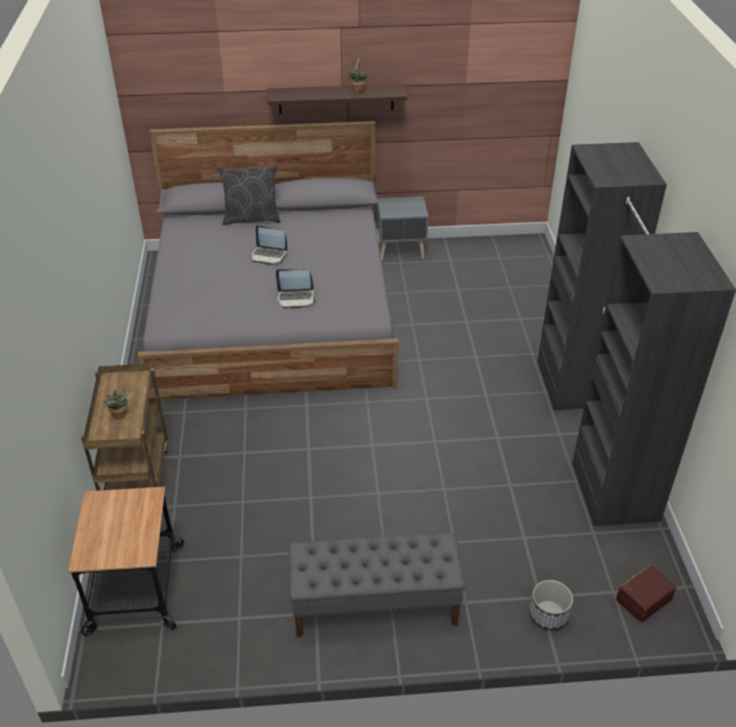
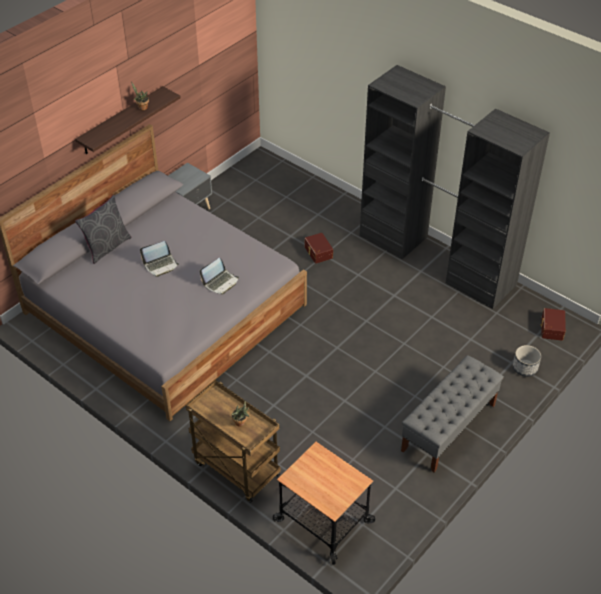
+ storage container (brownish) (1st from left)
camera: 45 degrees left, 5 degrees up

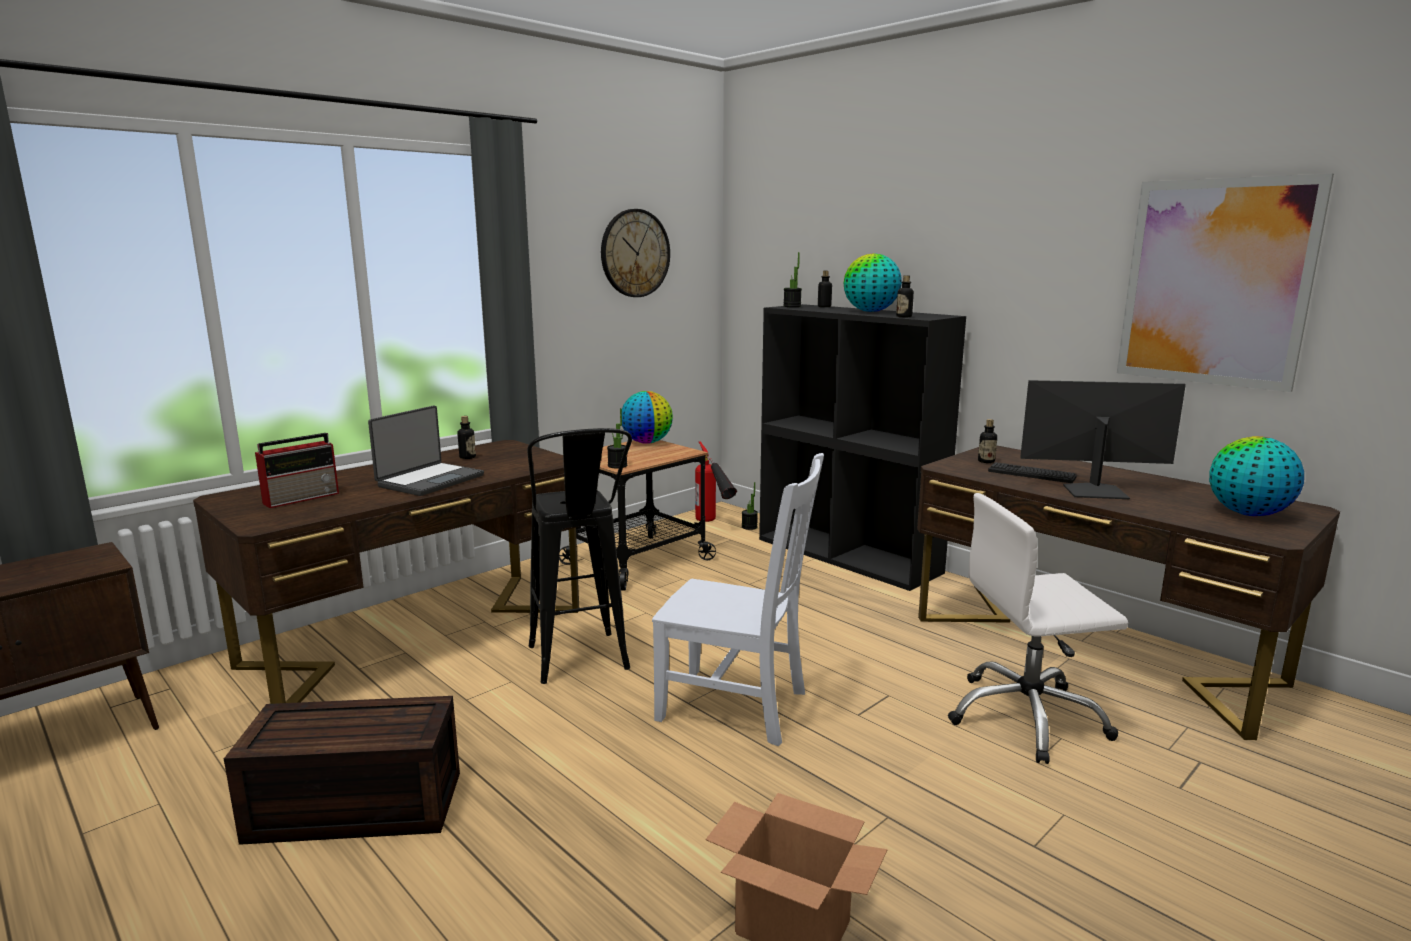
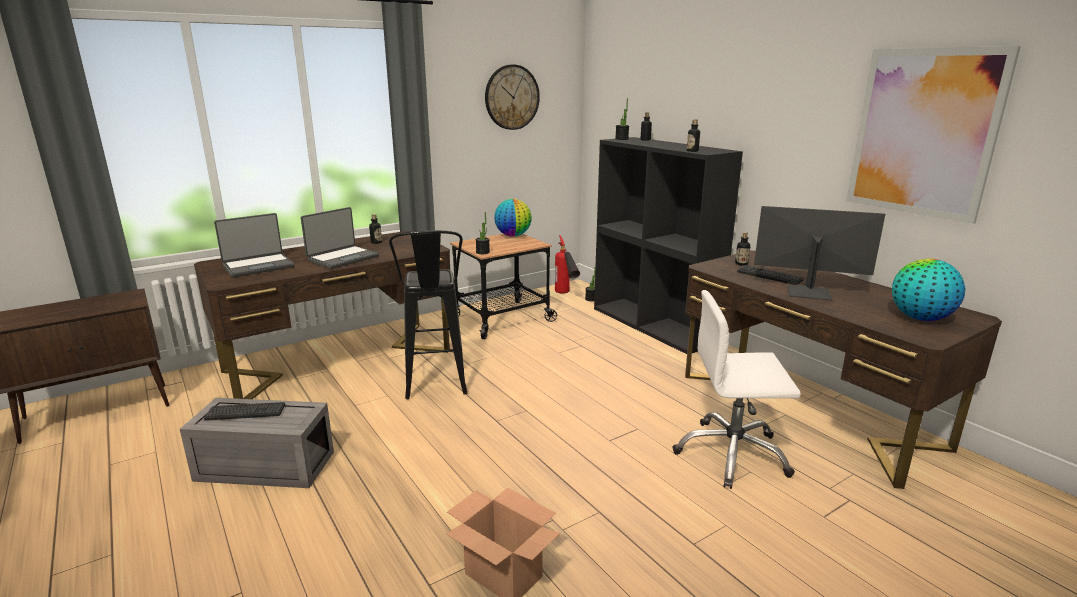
- chair (white-coloured)
- world globe (2nd from left)
+ keyboard (1st from left)
~ radio to laptop (1st from left)
~ storage container (brownish) to storage container (grey)
camera: 10 degrees right, 5 degrees up

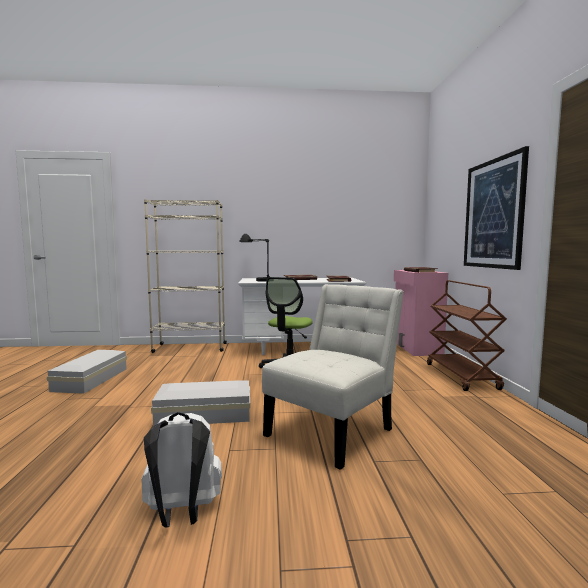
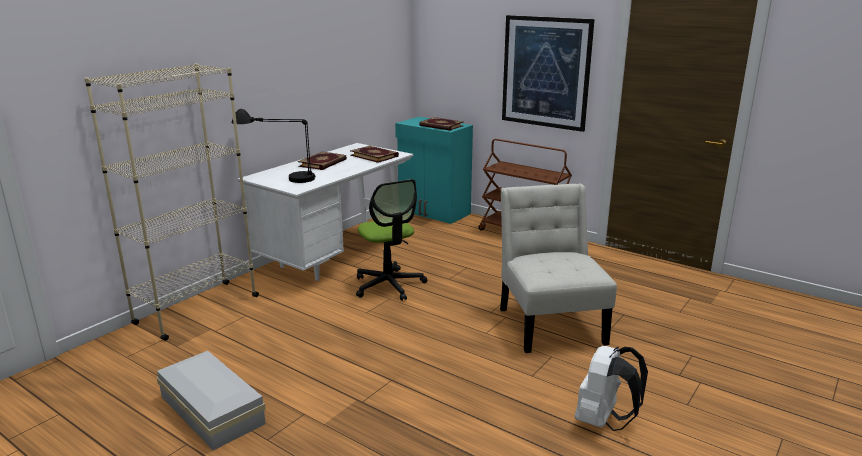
- storage container (white-coloured) (2nd from left)
~ cabinet (pinkish) to cabinet (turquoise)
camera: 50 degrees left, 15 degrees up

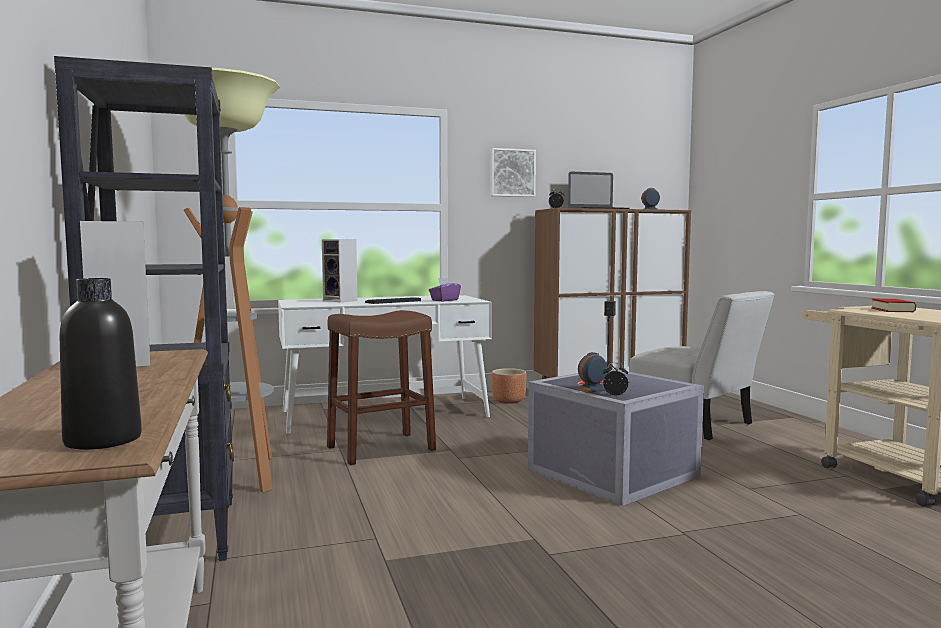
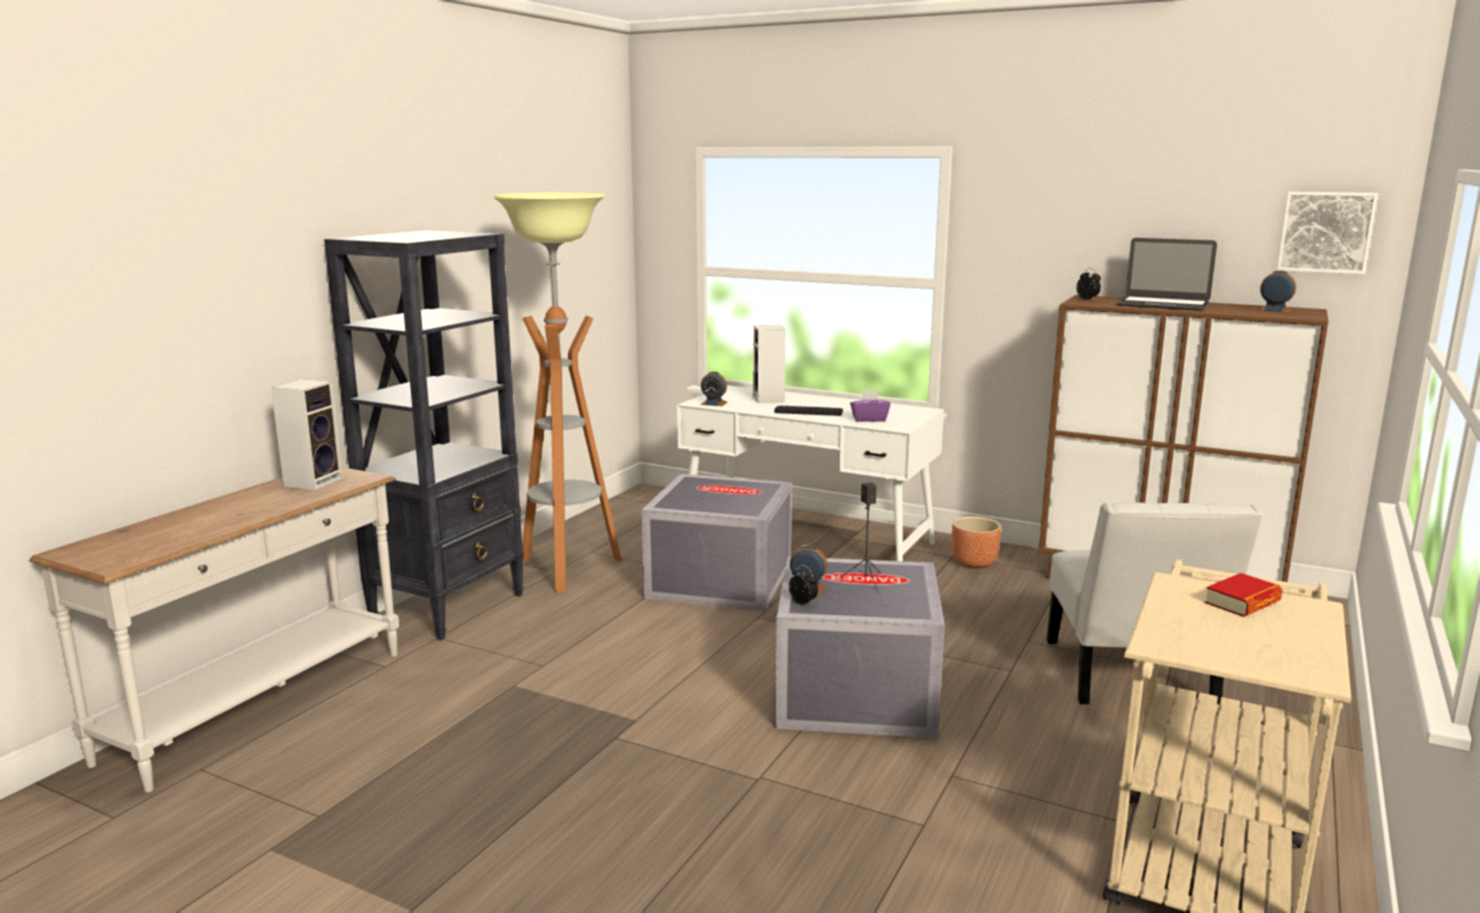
- bottle (black-coloured)
+ alarm clock (1st from left)
~ picture
~ stool seat (brownish) to storage container (grey) (1st from left)
camera: 45 degrees right, 10 degrees up

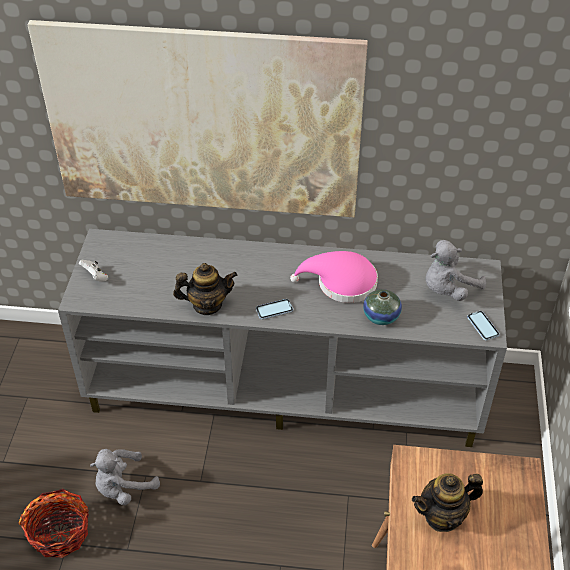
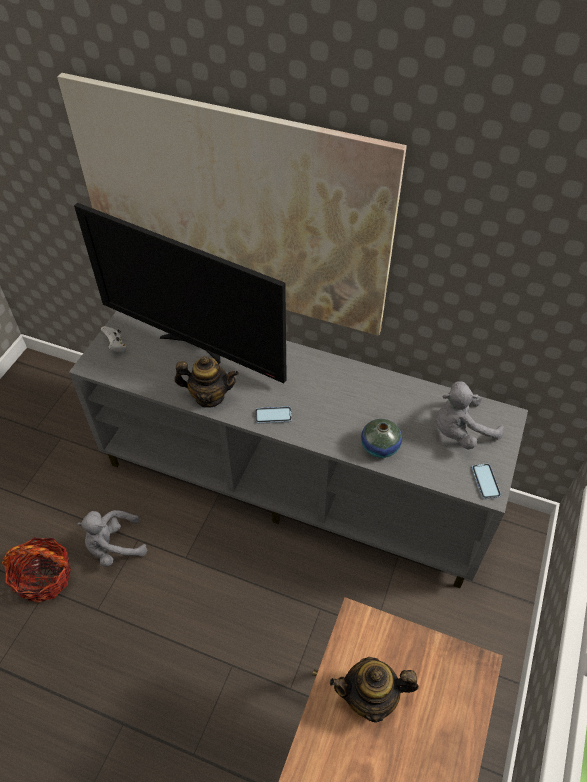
- hat (pinkish)
+ TV set
camera: 15 degrees right, 5 degrees up

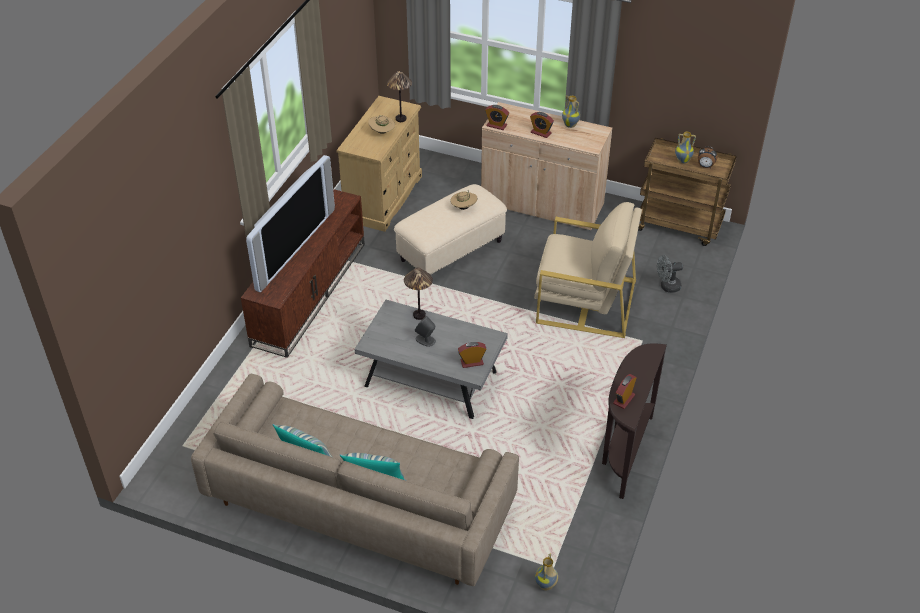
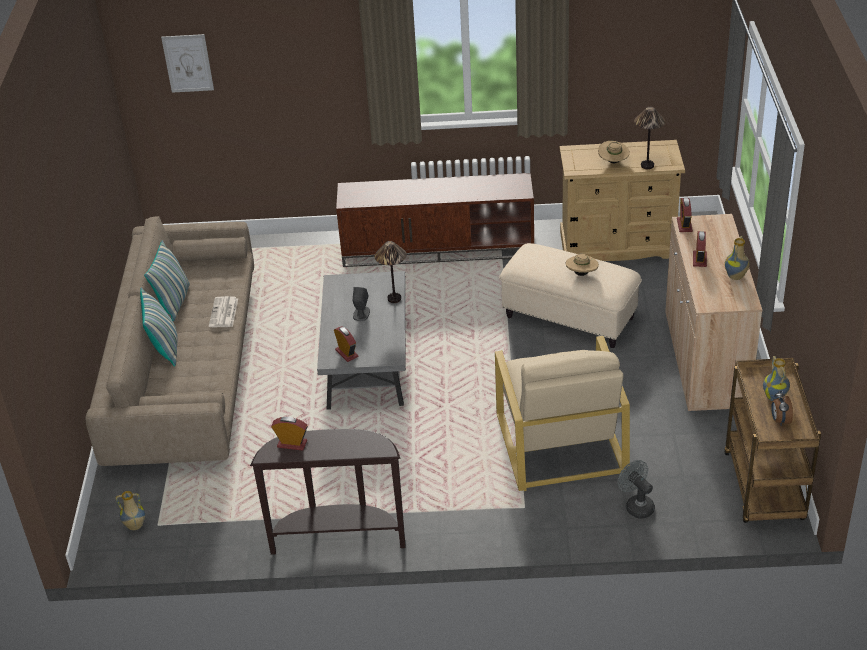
- TV set
+ picture
+ daily paper
camera: 70 degrees right, 5 degrees down

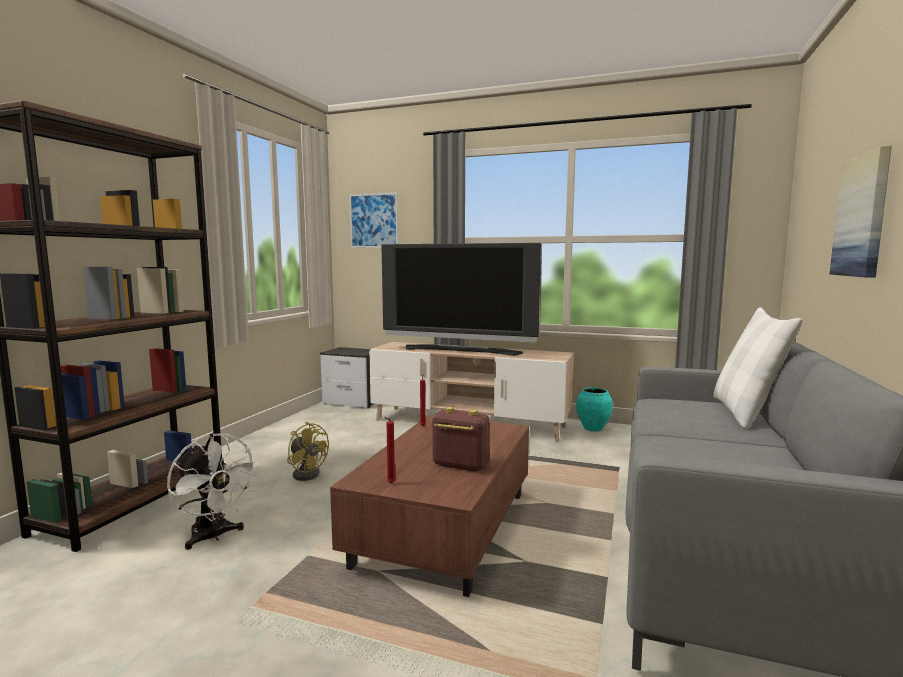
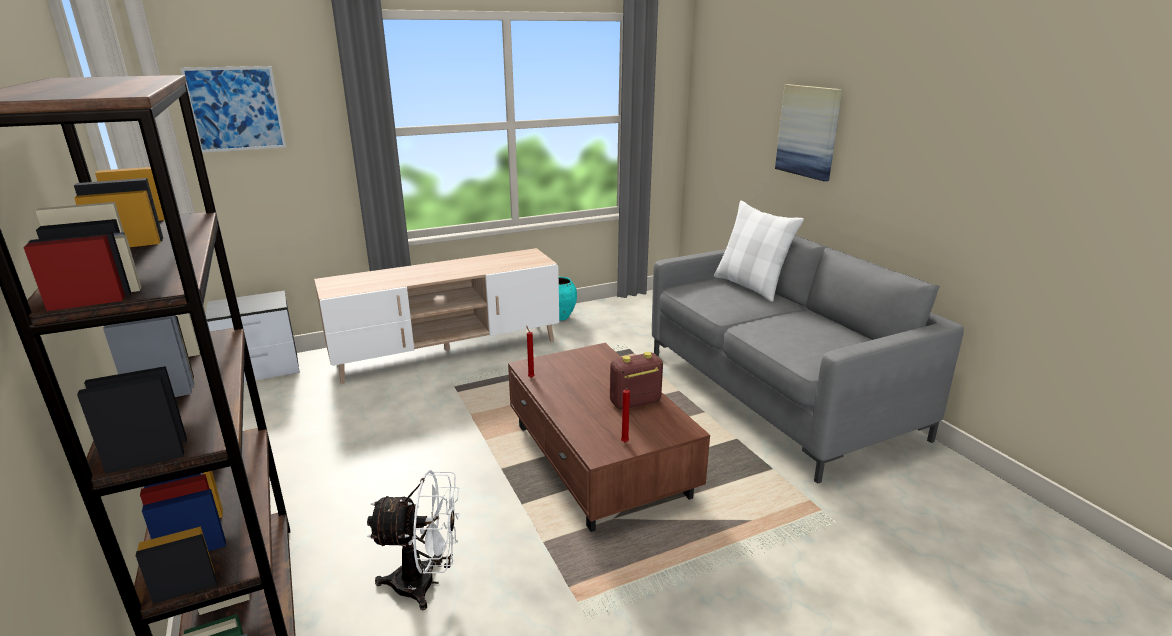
- electric fan (yellowish)
- TV set
camera: 45 degrees left, 15 degrees up

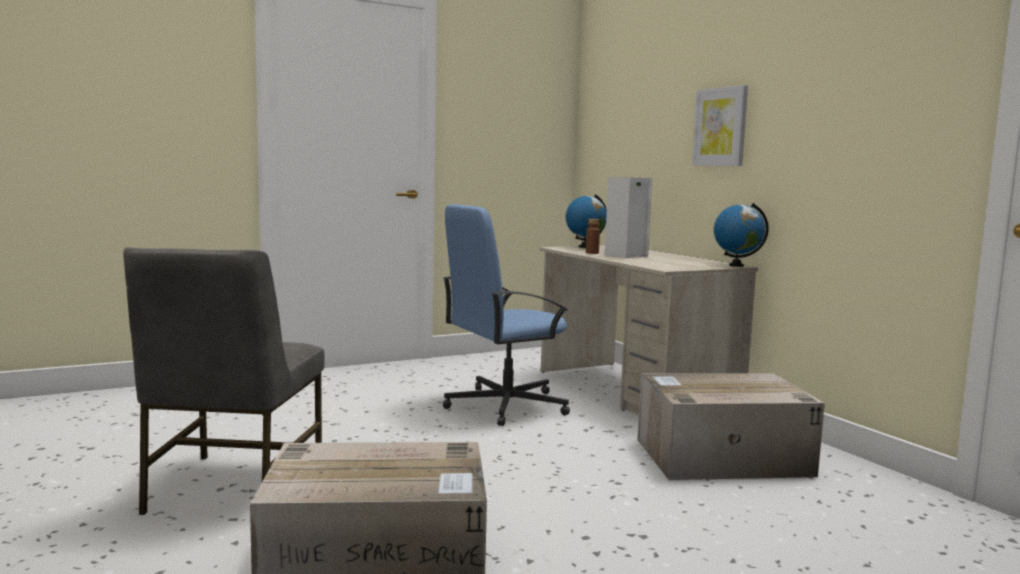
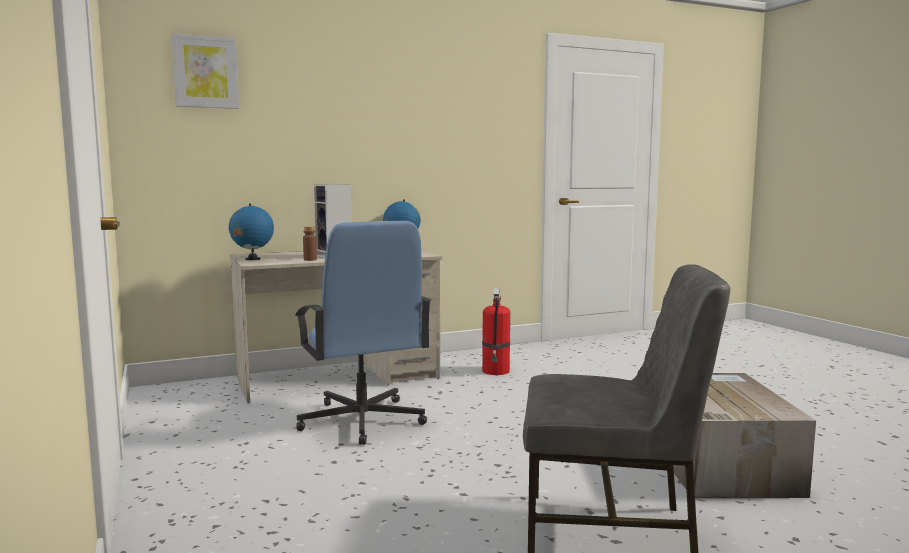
~ picture
~ cardboard box (2nd from left) to fire-fighting cylinder
camera: 85 degrees left, 0 degrees up

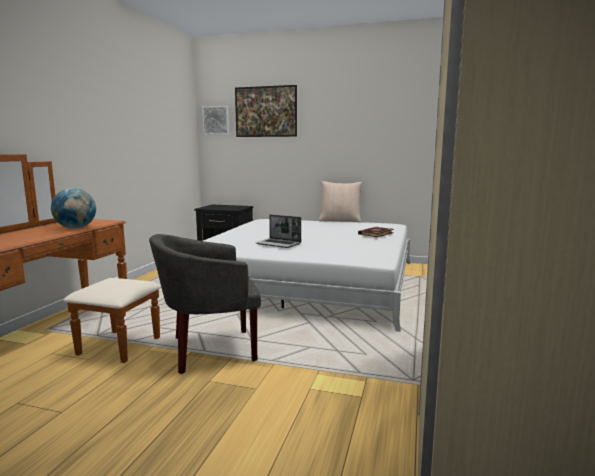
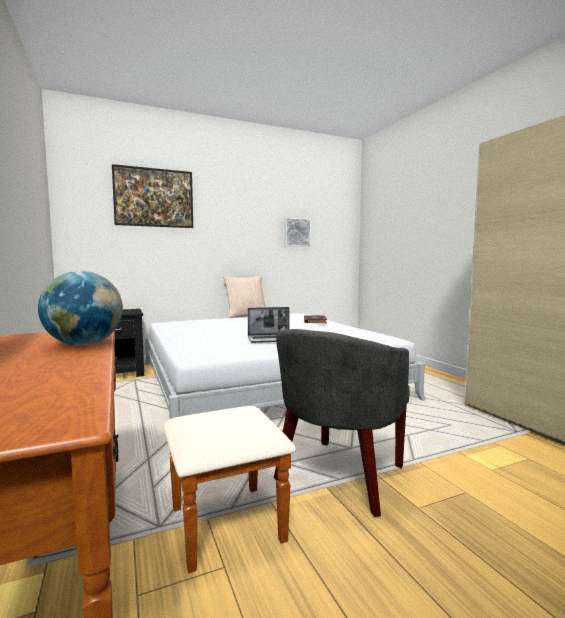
~ picture (1st from left in the first image) to picture (2nd from left)
camera: 40 degrees left, 5 degrees down

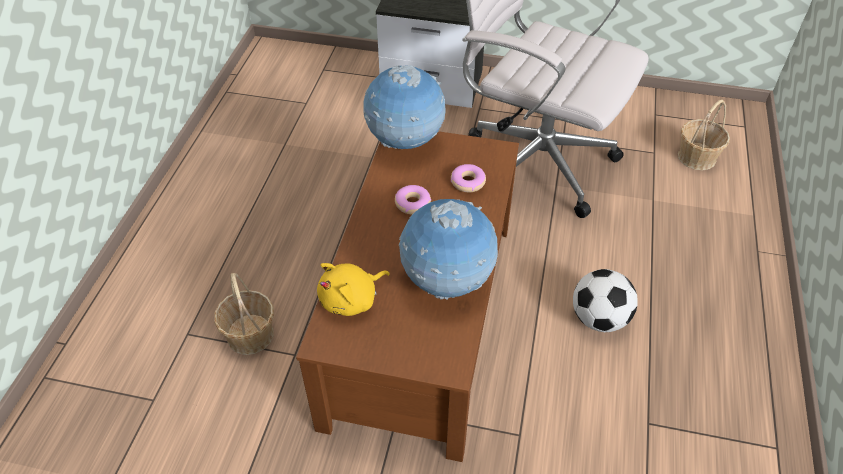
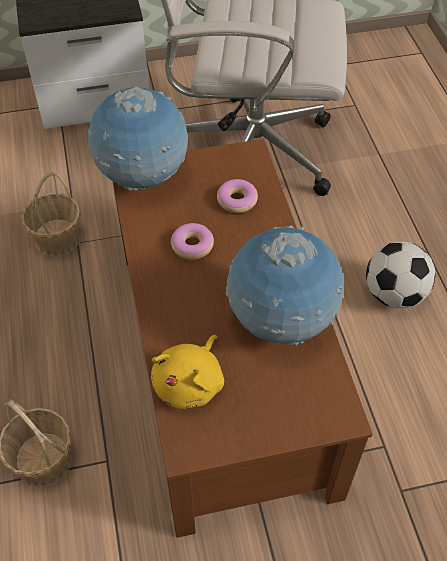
~ household basket (2nd from left)
camera: 25 degrees left, 5 degrees up

